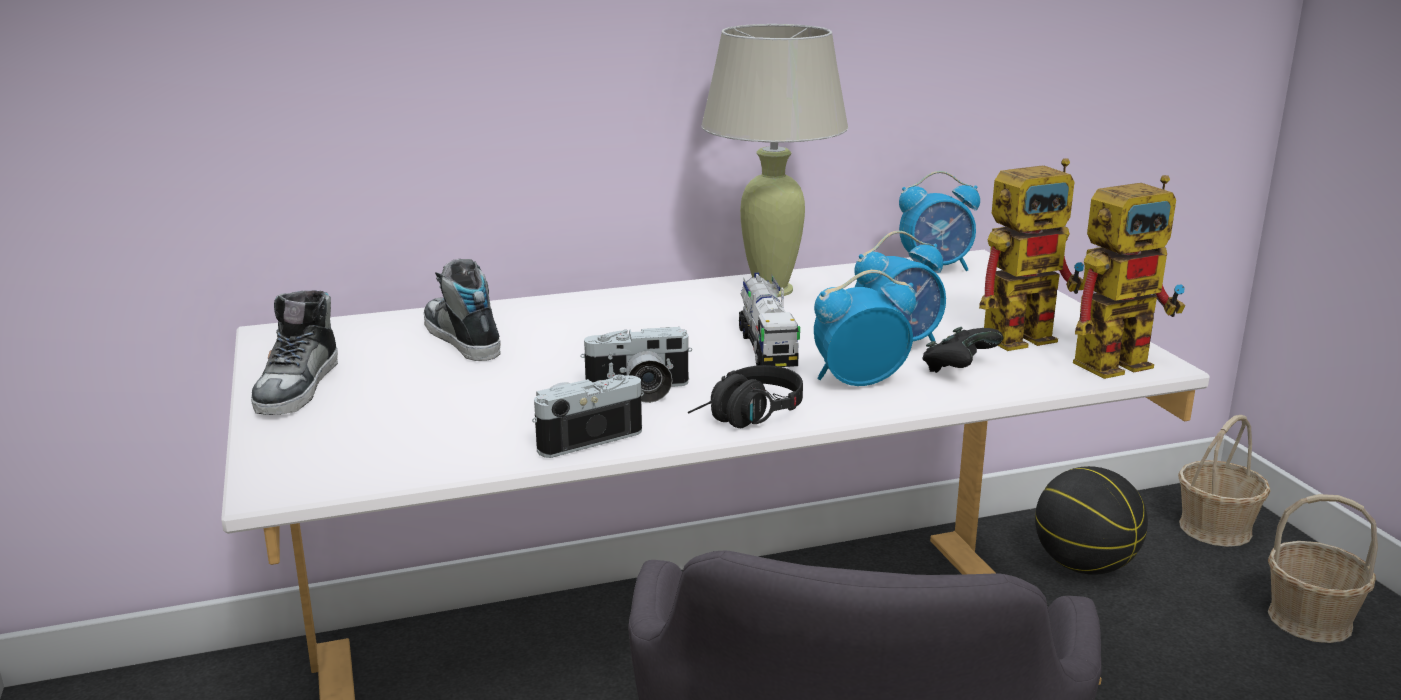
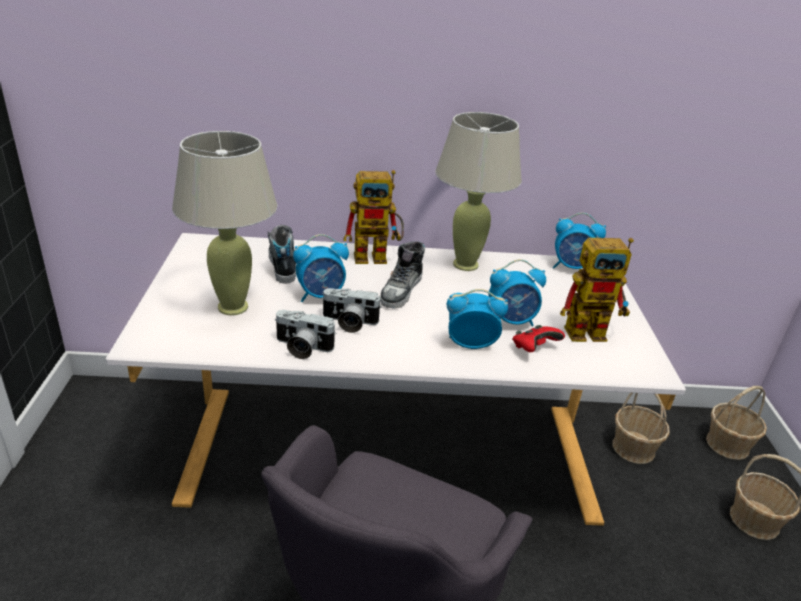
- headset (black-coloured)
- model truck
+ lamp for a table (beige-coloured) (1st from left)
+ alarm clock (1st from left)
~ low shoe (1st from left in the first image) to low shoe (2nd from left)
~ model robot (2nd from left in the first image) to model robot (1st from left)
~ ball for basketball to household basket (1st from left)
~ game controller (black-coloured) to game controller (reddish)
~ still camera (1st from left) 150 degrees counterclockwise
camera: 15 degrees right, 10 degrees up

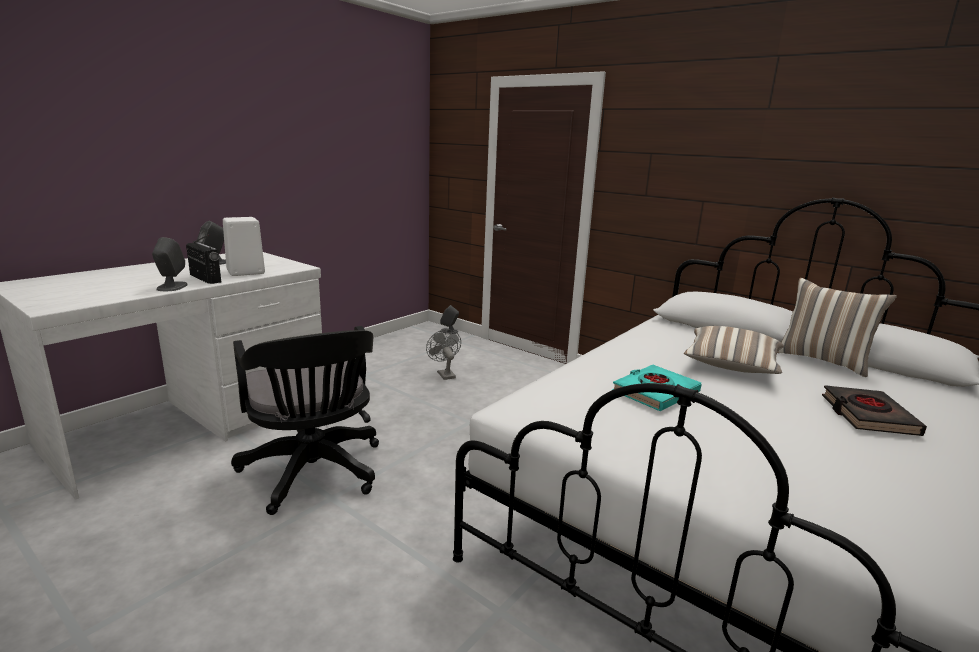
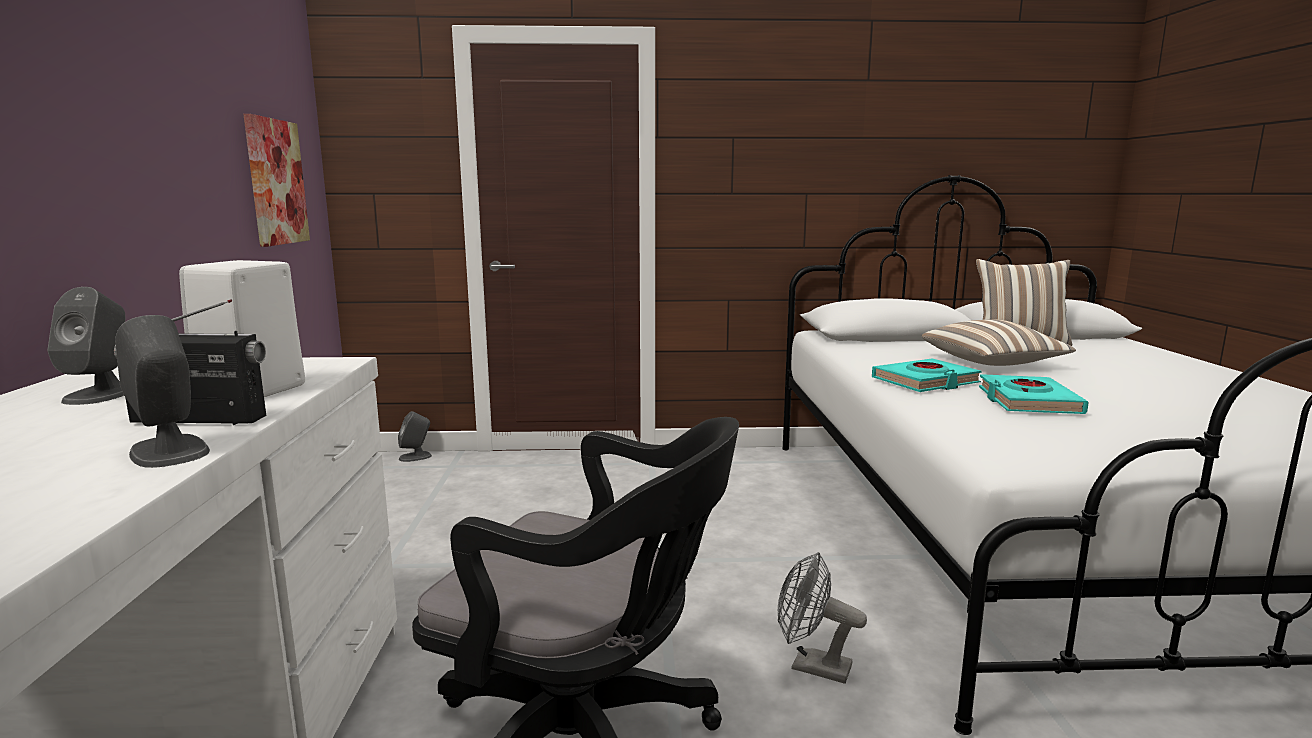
- volume (black-coloured)
+ picture
+ volume (turquoise) (1st from left)
~ electric fan (grey)
camera: 40 degrees left, 5 degrees down

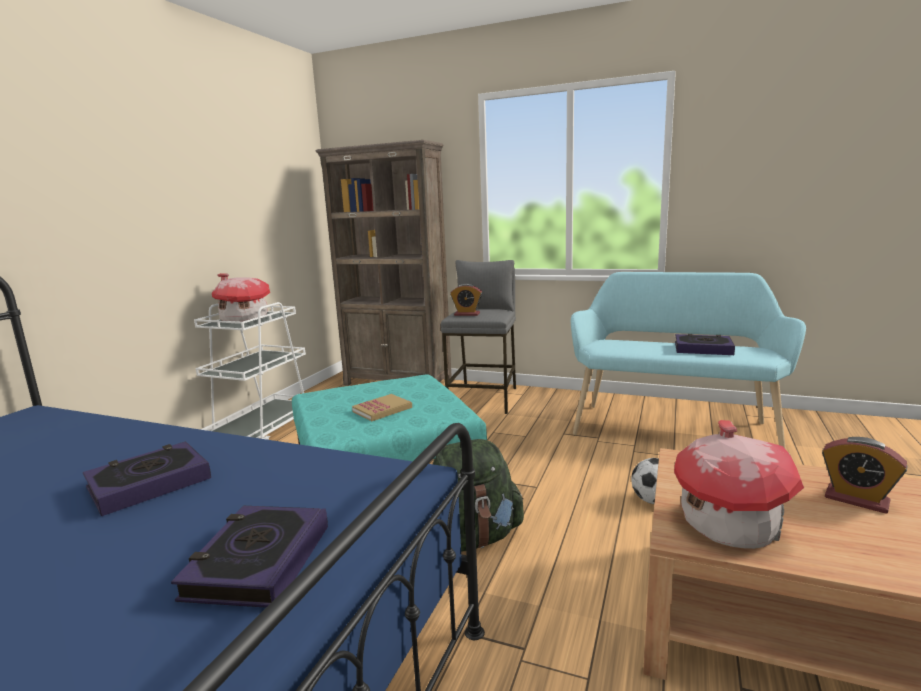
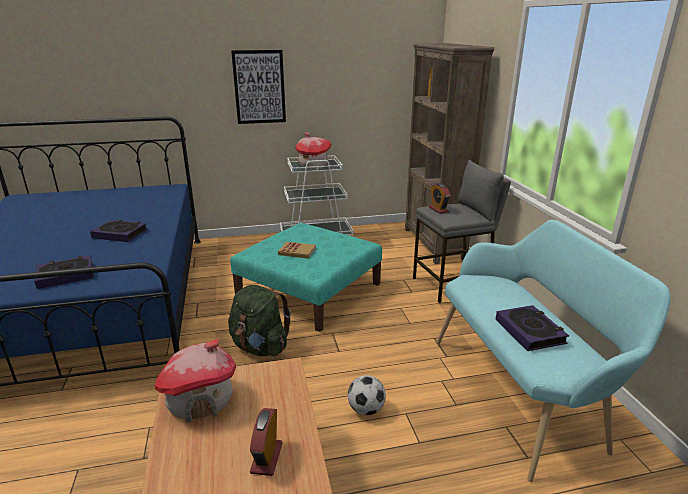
+ picture
camera: 55 degrees right, 10 degrees up

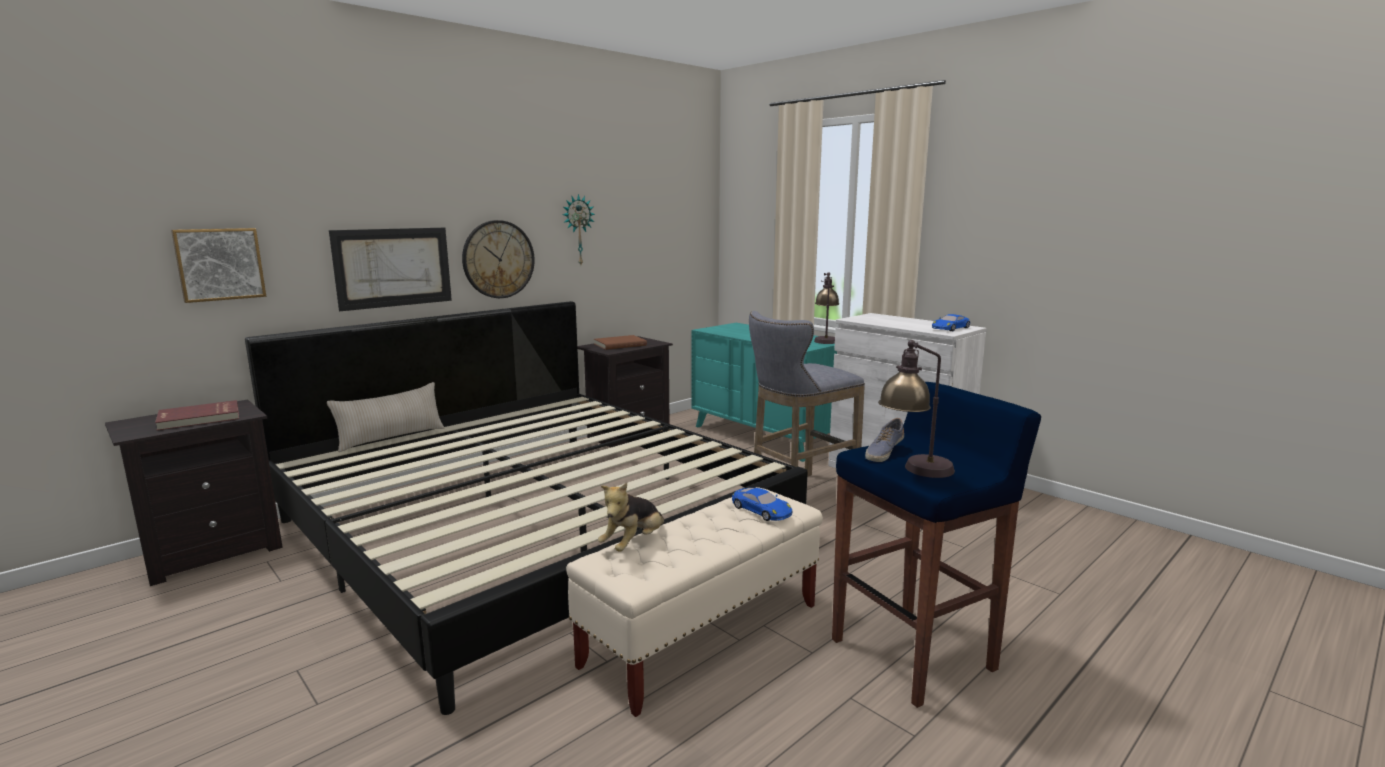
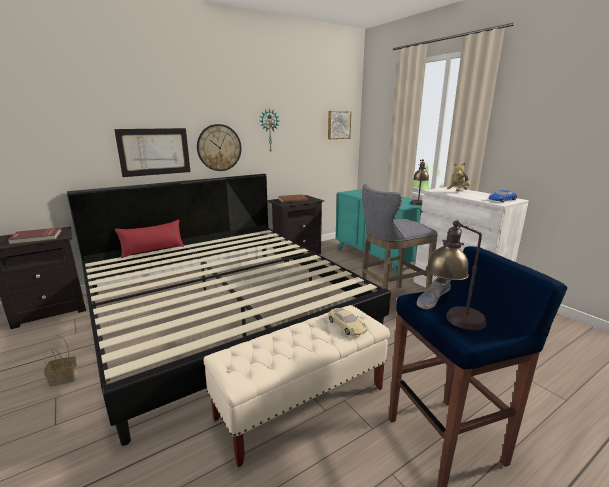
+ household basket
~ picture (1st from left in the first image) to picture (2nd from left)
~ cuddly toy
~ cushion (beige-coloured) to cushion (reddish)
~ toy car (bluish) (1st from left) to toy car (beige-coloured)
camera: 10 degrees right, 5 degrees up

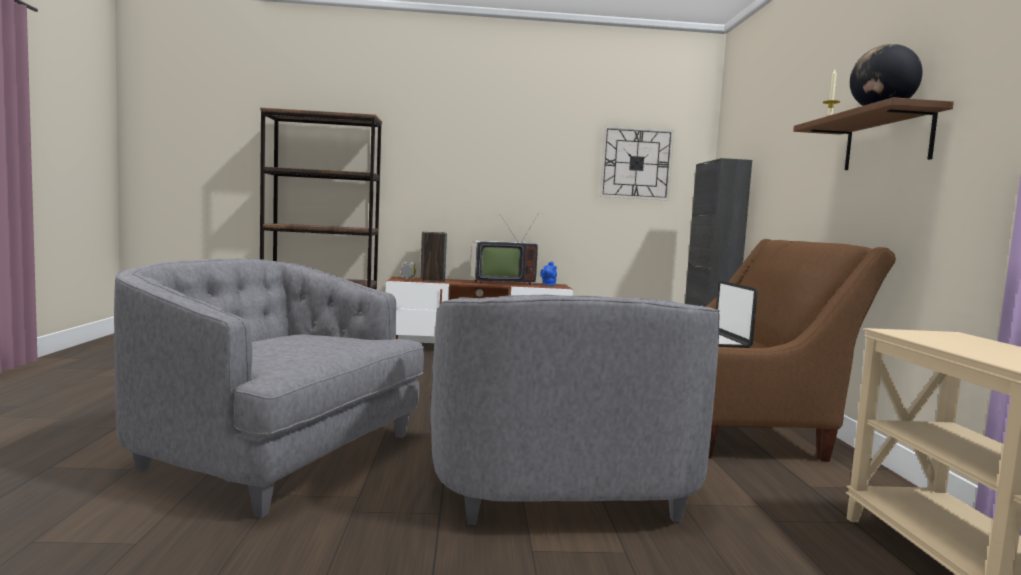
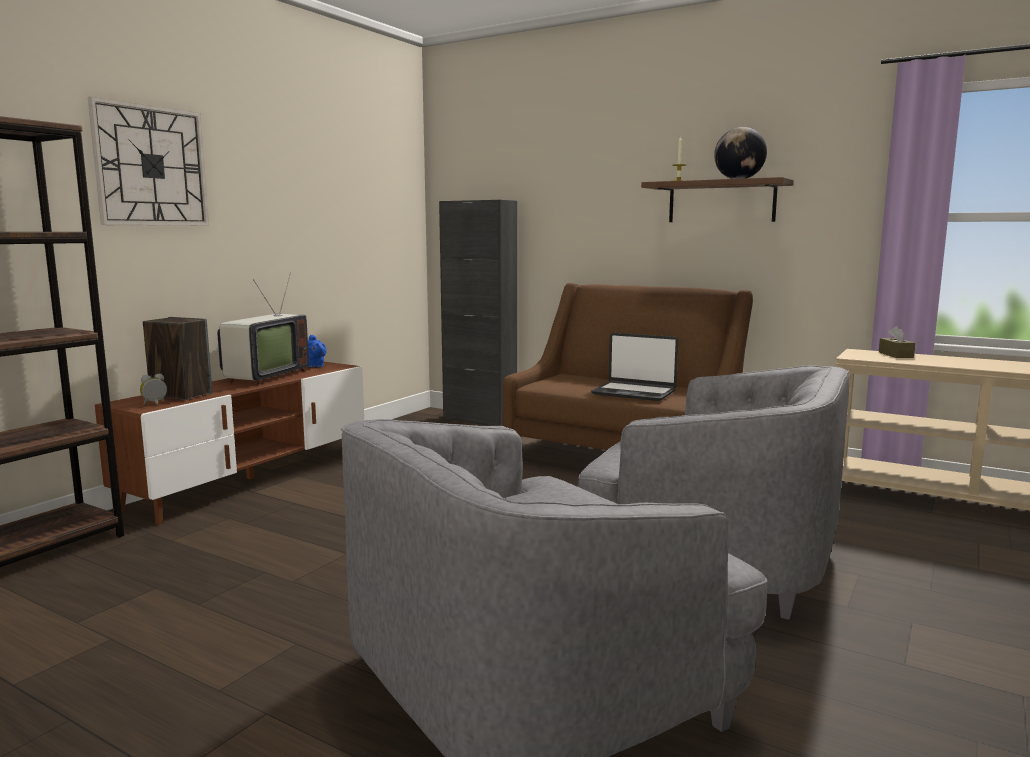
+ tissue box (brownish)
~ hanging clock
camera: 55 degrees left, 5 degrees up

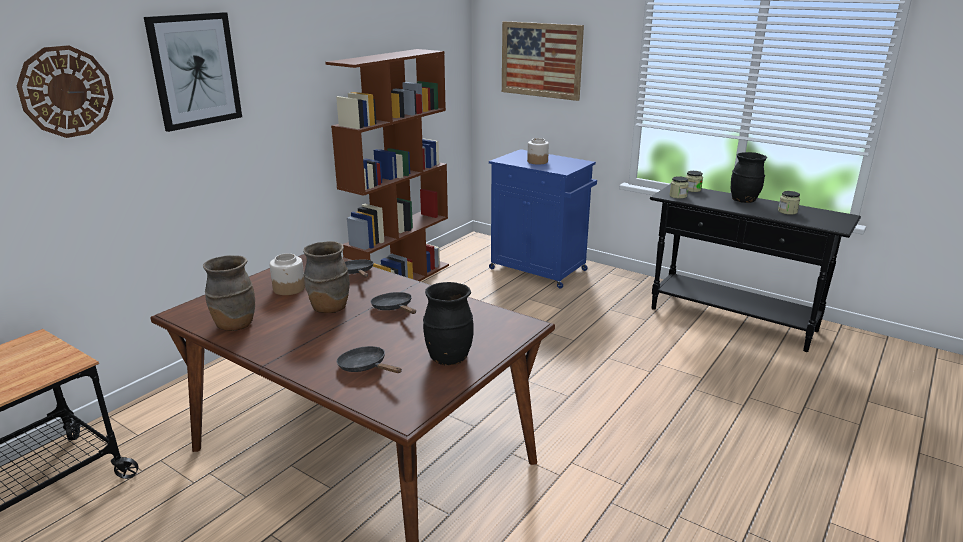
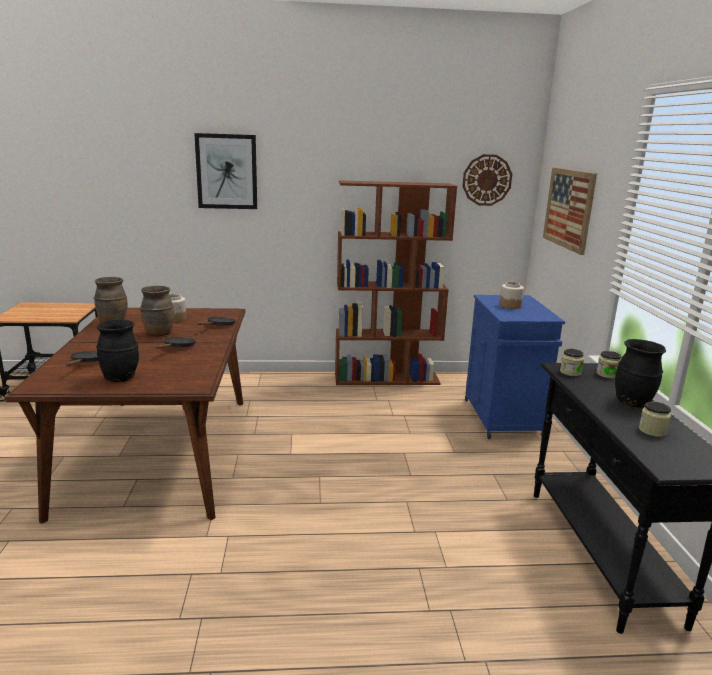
~ hanging clock
camera: 50 degrees right, 5 degrees down

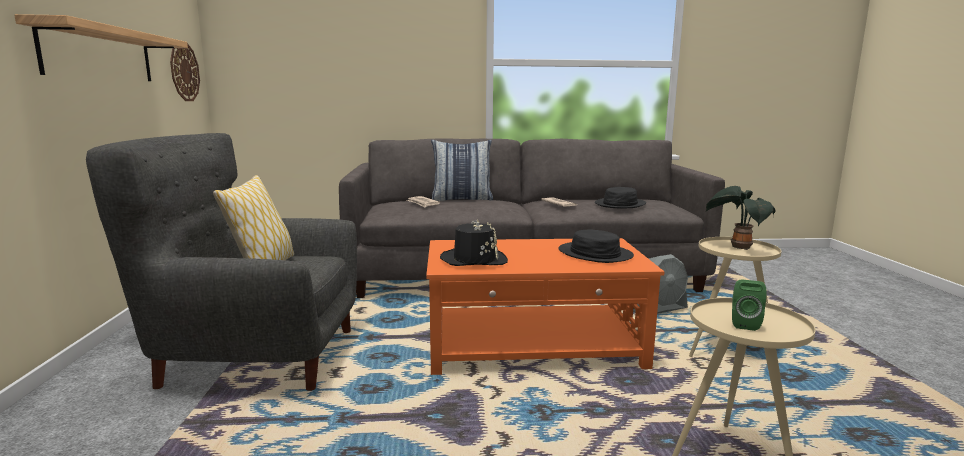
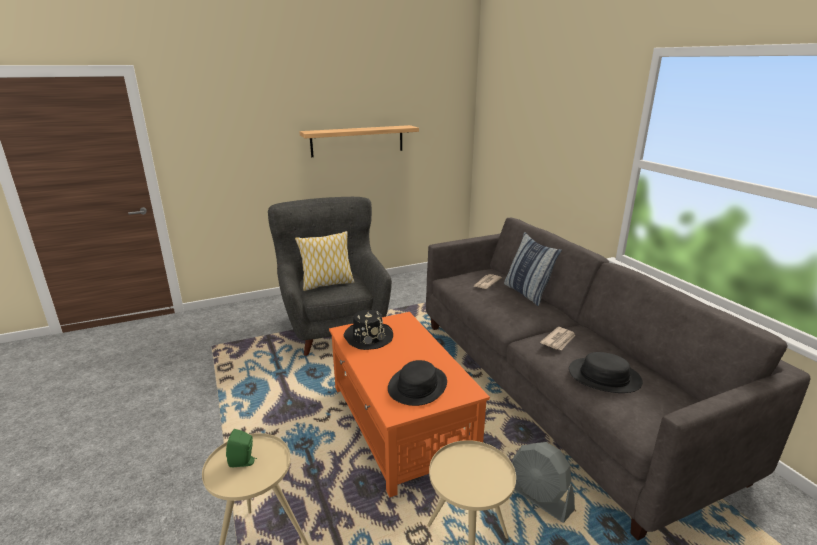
- hanging clock
- plant in a pot
camera: 70 degrees right, 10 degrees up

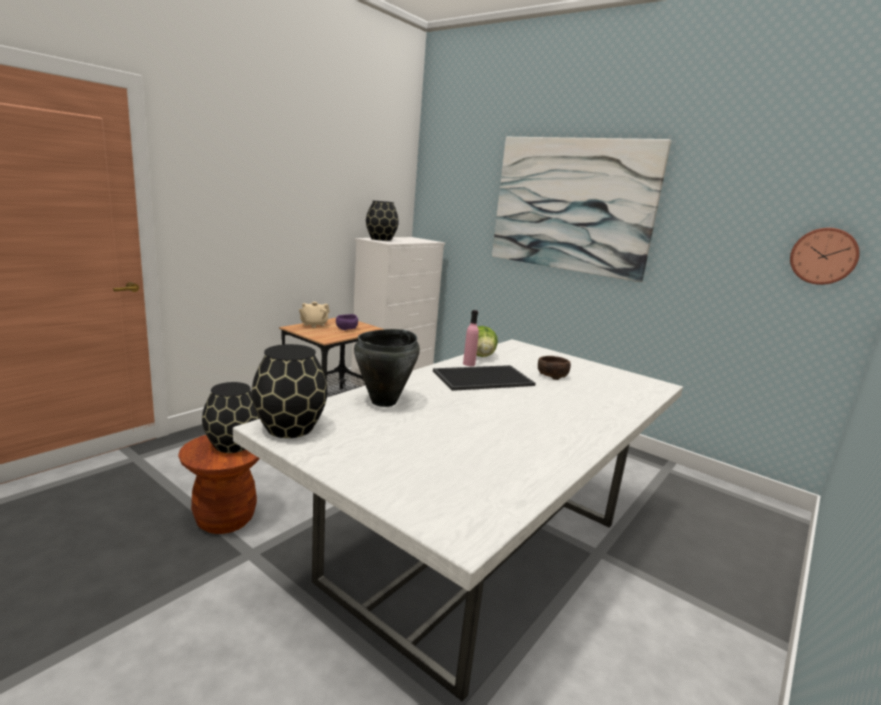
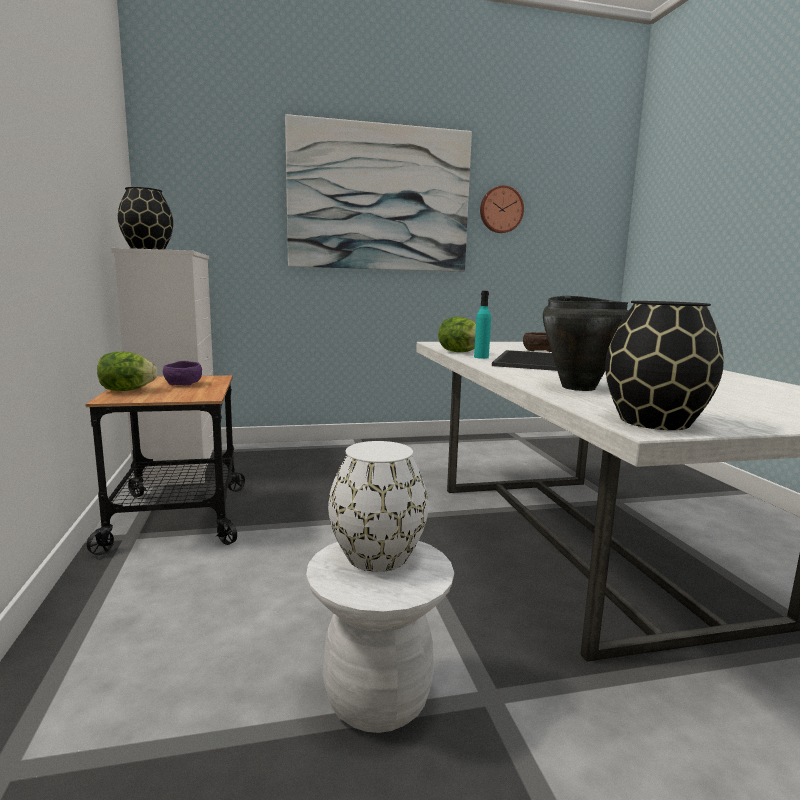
~ hanging clock
~ tea pot (beige-coloured) to lettuce (1st from left)
~ stool seat (brownish) to stool seat (white-coloured)
~ flower vase (black-coloured) (1st from left) to flower vase (white-coloured)
~ bottle (pinkish) to bottle (turquoise)
camera: 50 degrees left, 5 degrees down

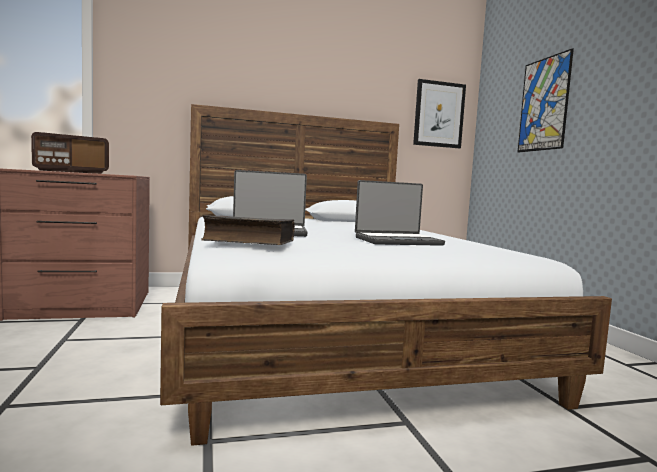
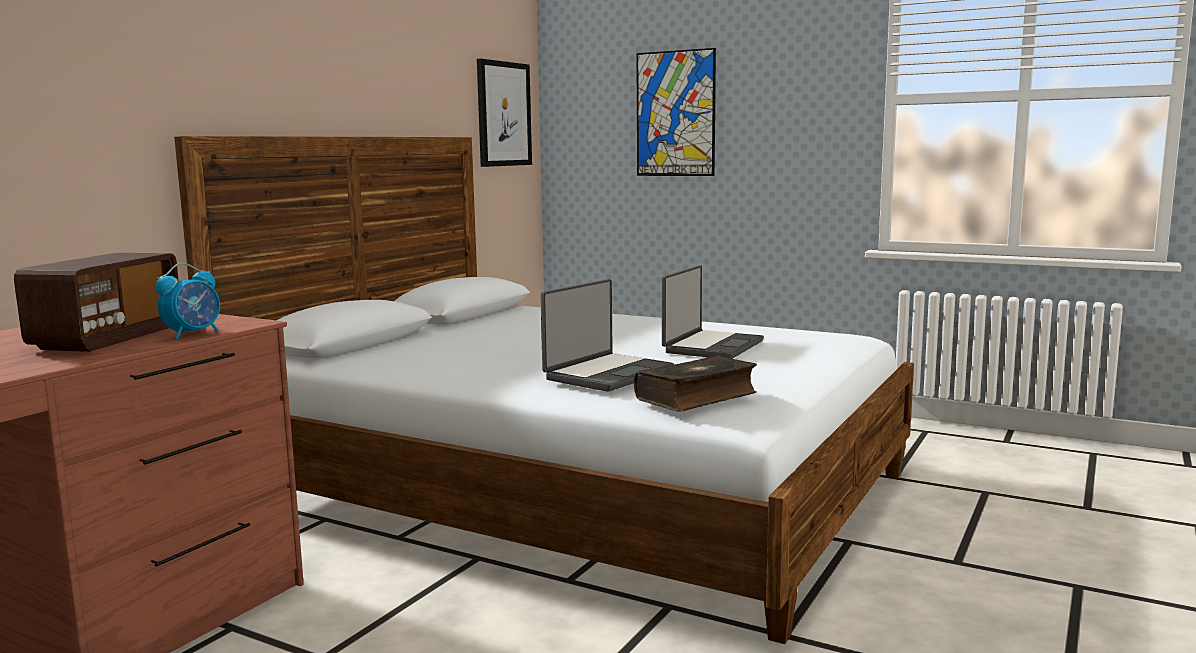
+ alarm clock
camera: 45 degrees left, 5 degrees up

